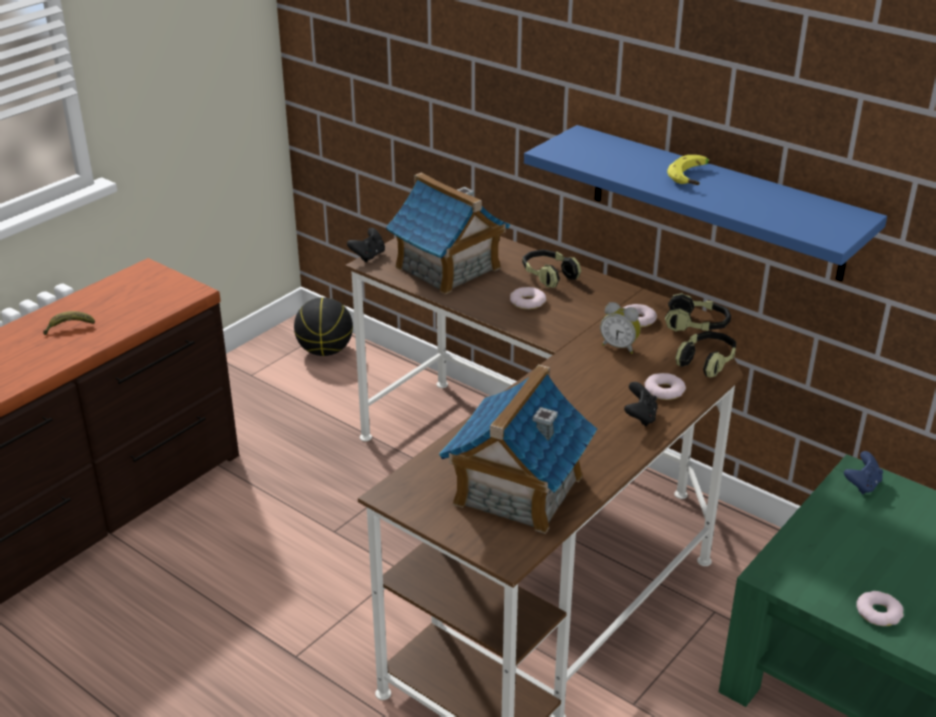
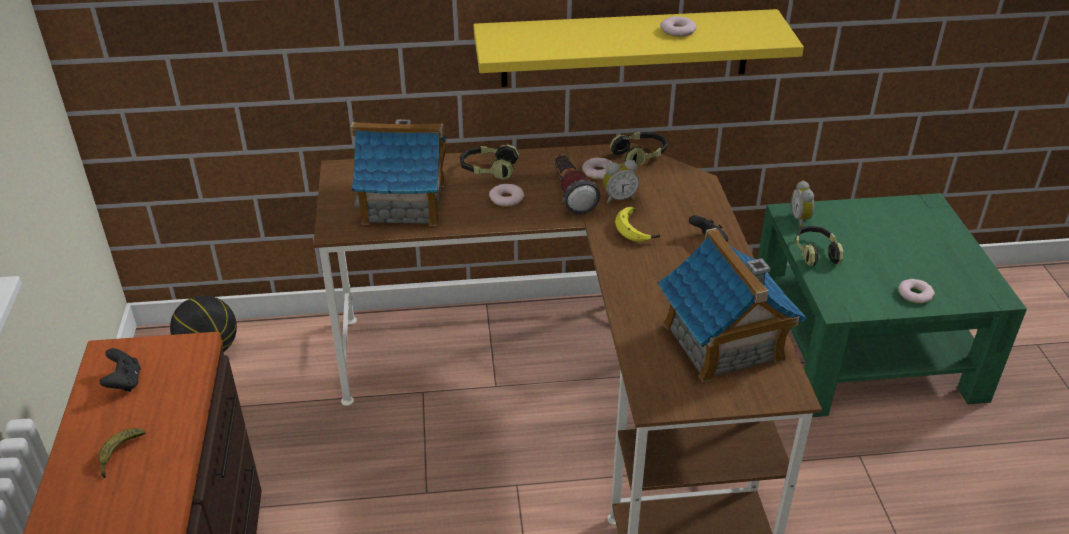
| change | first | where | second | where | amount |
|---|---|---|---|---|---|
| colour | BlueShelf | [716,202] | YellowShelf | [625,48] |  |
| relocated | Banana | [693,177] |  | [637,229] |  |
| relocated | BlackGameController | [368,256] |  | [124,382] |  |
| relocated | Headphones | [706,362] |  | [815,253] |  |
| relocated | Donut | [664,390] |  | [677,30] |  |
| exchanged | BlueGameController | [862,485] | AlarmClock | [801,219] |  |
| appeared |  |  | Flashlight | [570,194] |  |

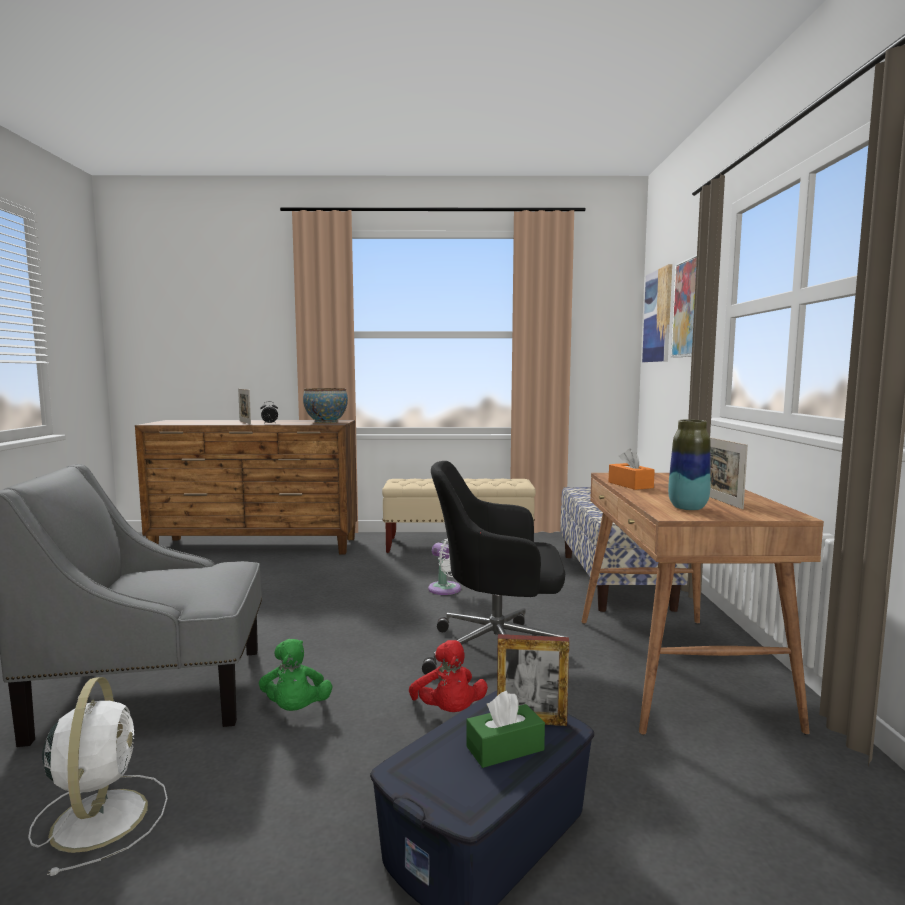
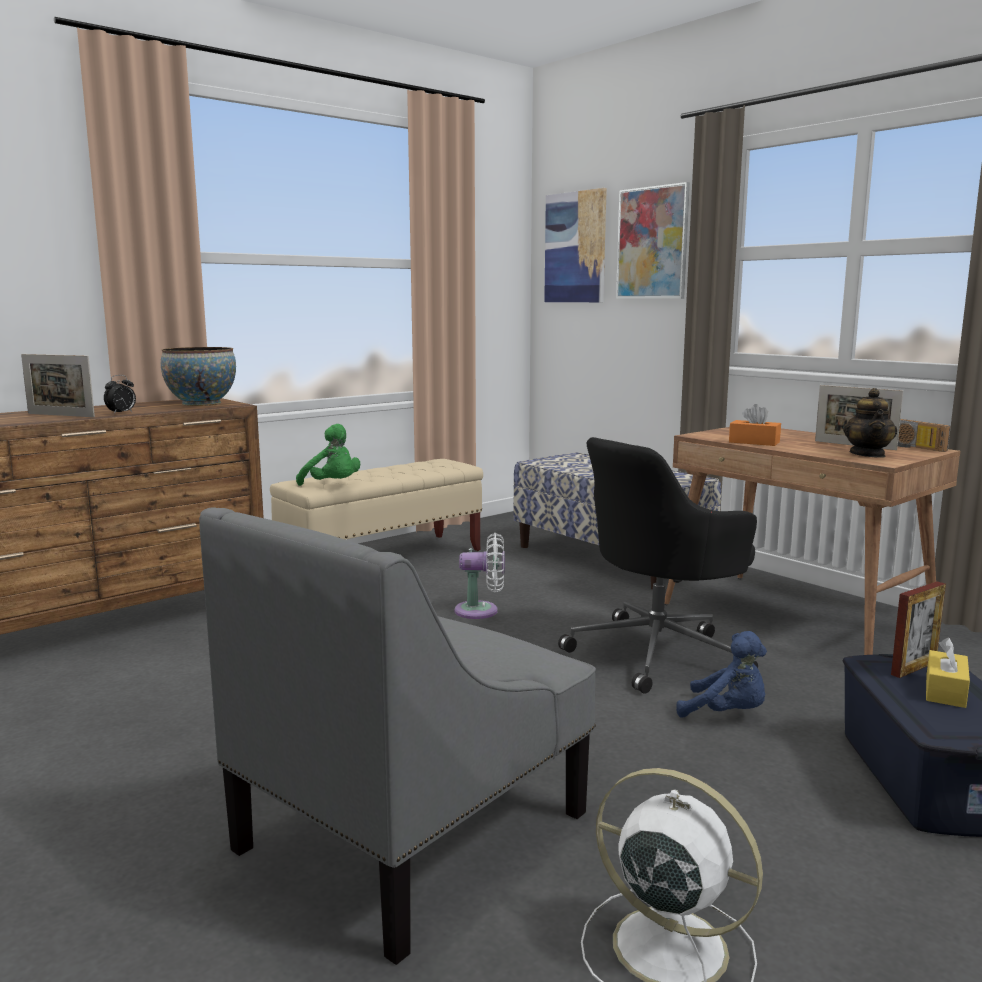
| change | first | where | second | where | amount |
|---|---|---|---|---|---|
| exchanged | Vase | [688,508] | Teapot | [868,455] |  |
| relocated | GreenPlushToy | [295,710] |  | [332,485] |  |
| colour | RedPlushToy | [448,712] | BluePlushToy | [727,714] |  |
| colour | GreenTissueBox | [505,748] | YellowTissueBox | [945,691] |  |
| appeared |  |  | Radio | [913,447] |  |

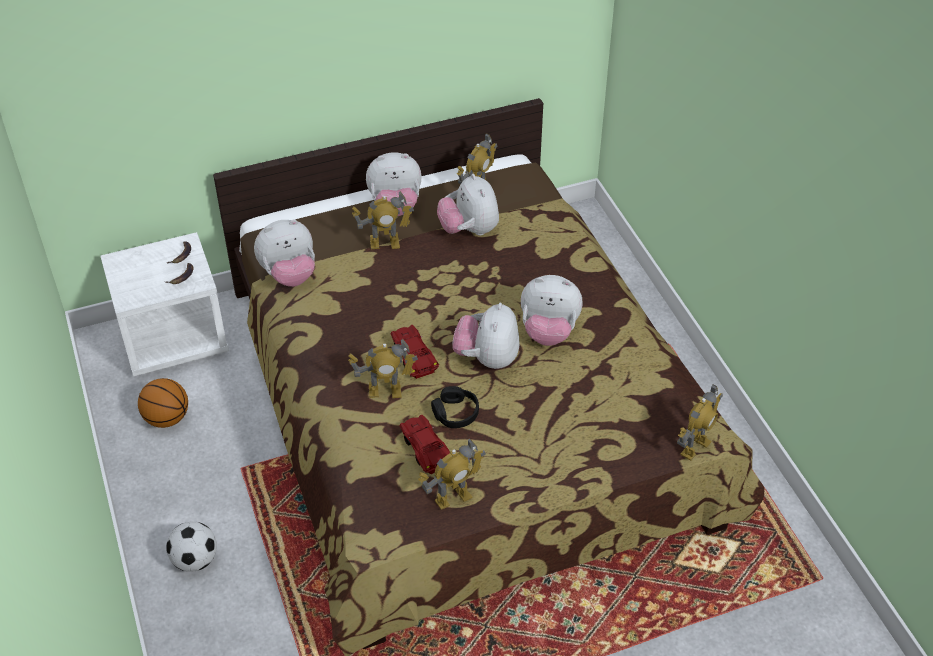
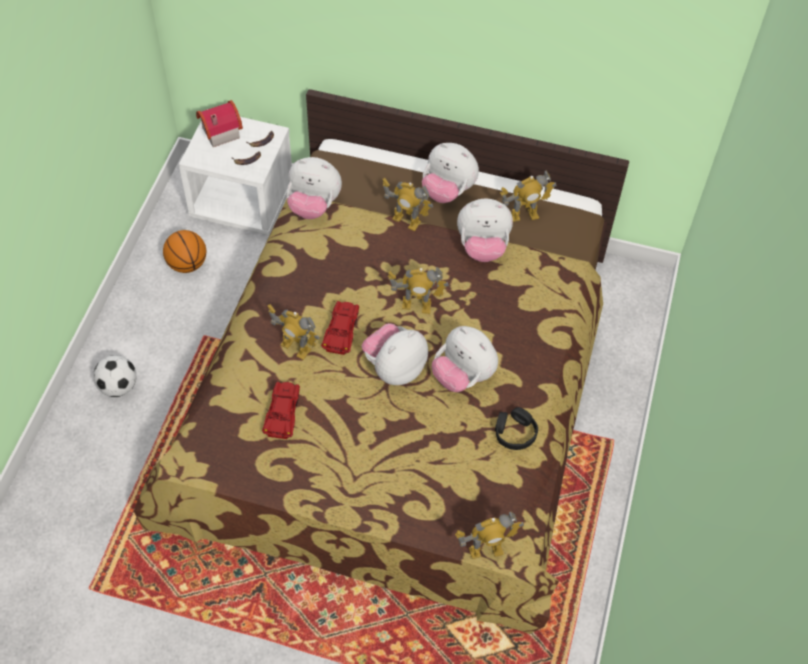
| change | first | where | second | where | amount |
|---|---|---|---|---|---|
| spun | PlushToy | [469,230] |  | [482,247] | 105 degrees counterclockwise |
| relocated | BlackHeadphones | [455,413] |  | [515,433] |  |
| relocated | ToyRobot | [453,498] |  | [416,306] |  |
| appeared |  |  | ToyHouse | [219,131] |  |

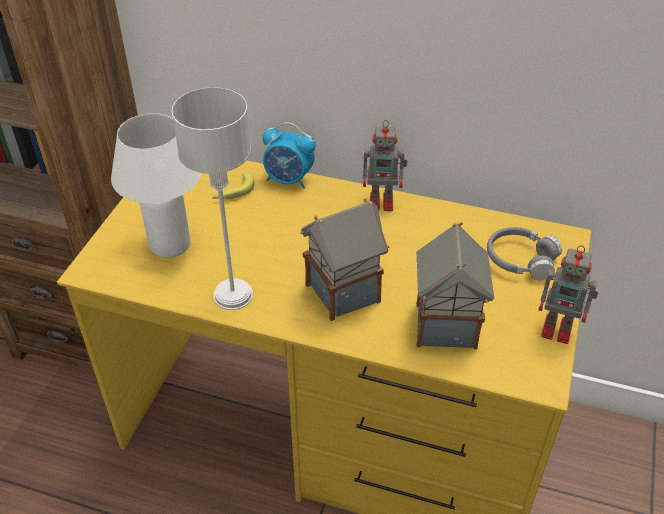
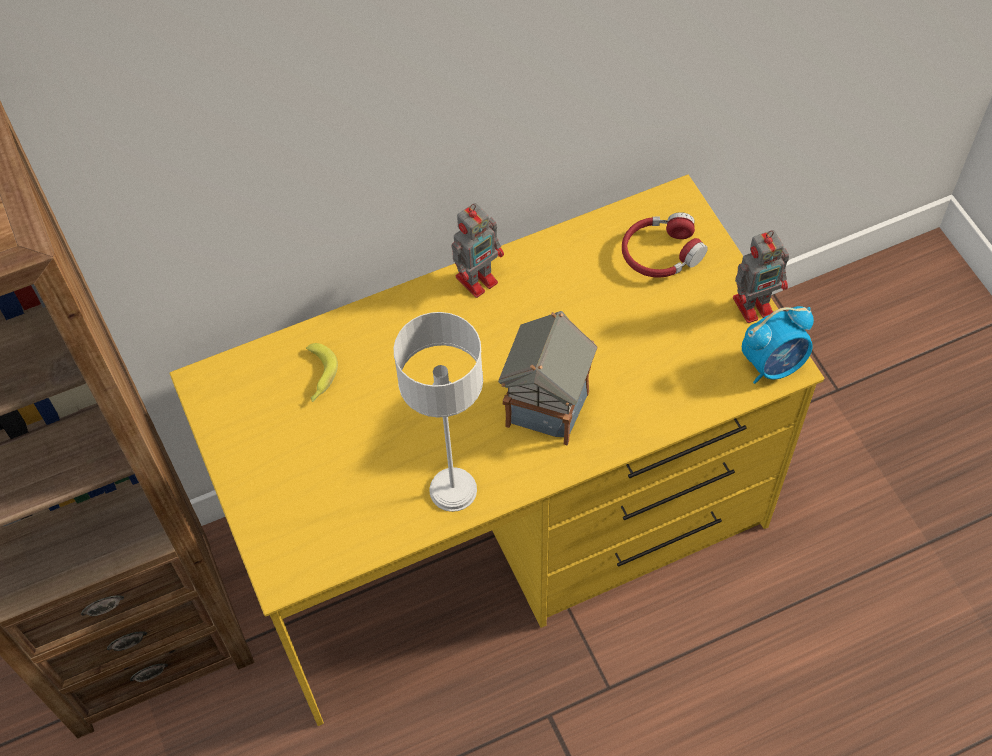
| change | first | where | second | where | amount |
|---|---|---|---|---|---|
| missing | WhiteTableLamp | [170,245] |  |  |  |
| relocated | AlarmClock | [289,180] |  | [773,365] |  |
| missing | ToyHouse | [446,327] |  |  |  |
| colour | GreyHeadphones | [520,260] | RedHeadphones | [661,254] |  |

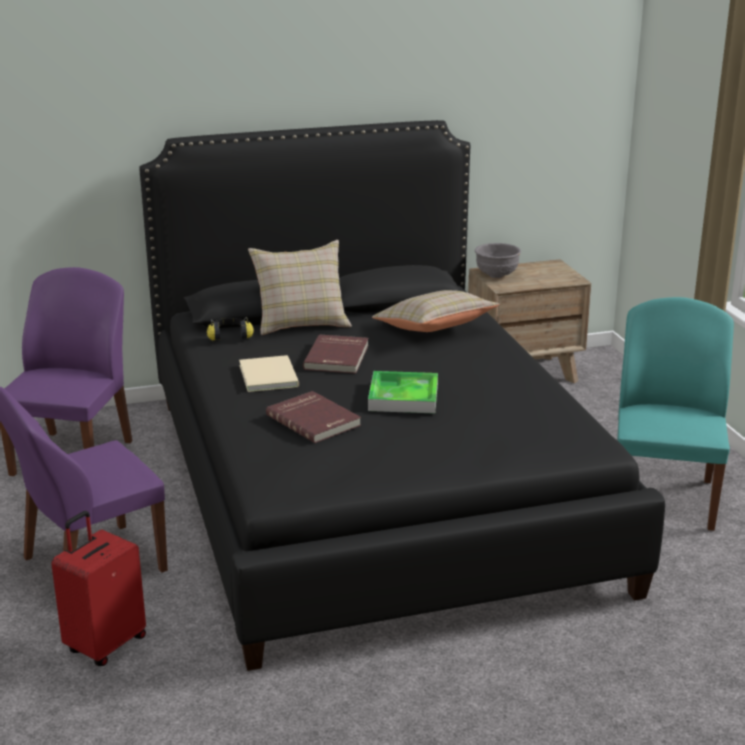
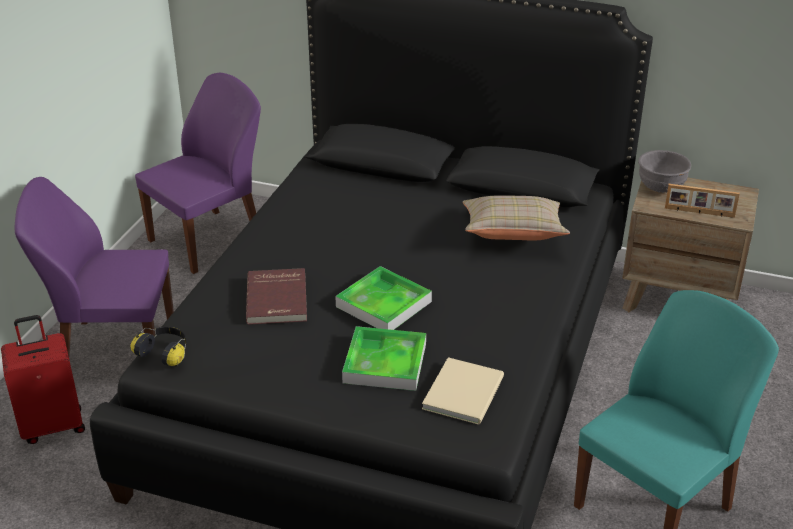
| change | first | where | second | where | amount |
|---|---|---|---|---|---|
| missing | BeigePillow | [301,323] |  |  |  |
| relocated | Headphones | [230,337] |  | [164,353] |  |
| missing | RedBook | [338,357] |  |  |  |
| relocated | BeigeBook | [270,375] |  | [466,392] |  |
| appeared |  |  | PictureFrame | [699,212] |  |
| appeared |  |  | Tray | [385,363] |  |

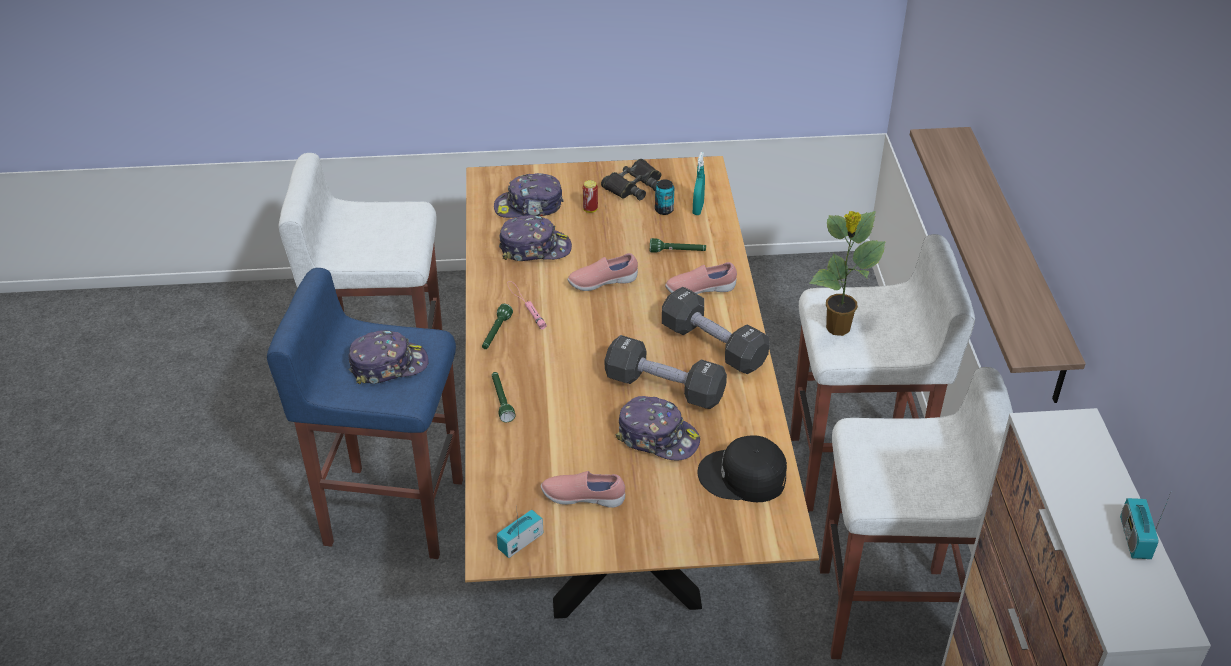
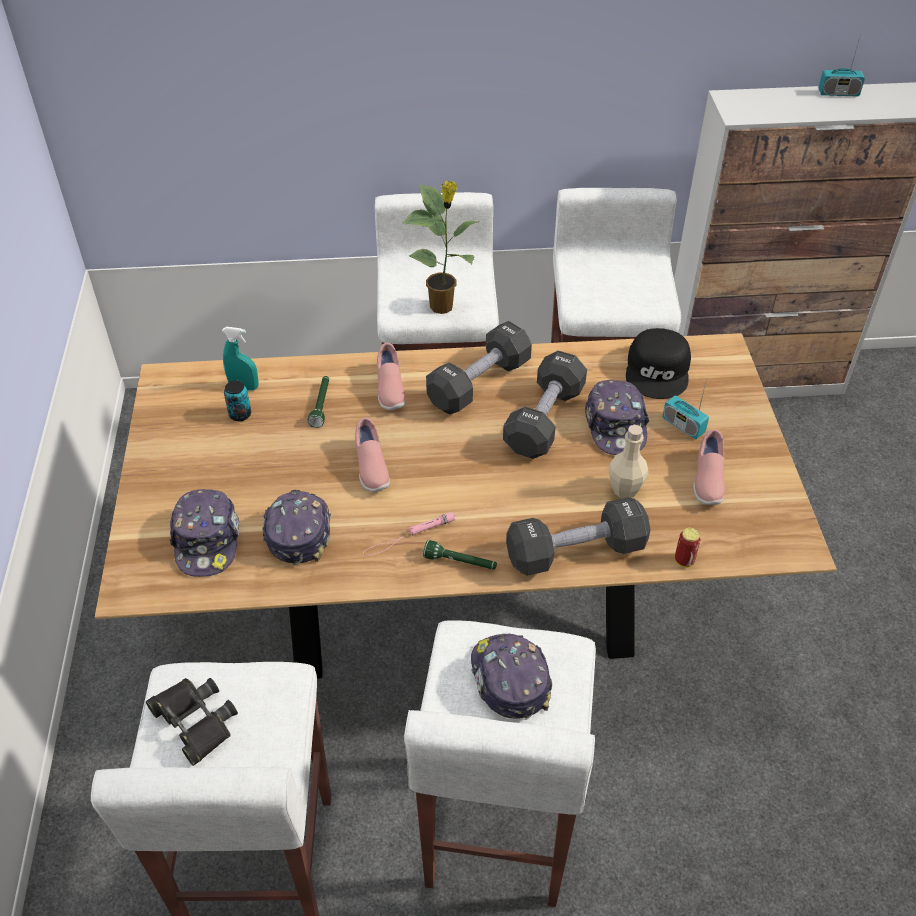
| change | first | where | second | where | amount |
|---|---|---|---|---|---|
| missing | Shelf | [1014,263] |  |  |  |
| relocated | BlackBinoculars | [634,186] |  | [195,721] |  |
| relocated | Can | [590,210] |  | [684,561] |  |
| colour | BlueStool | [392,510] | WhiteStool | [496,830] |  |
| exchanged | GreenFlashlight | [501,400] | BlackDumbbell | [575,551] |  |
| spun | Cap | [657,437] |  | [616,426] | 150 degrees clockwise |
| relocated | Radio | [520,542] |  | [683,426] |  |
| appeared |  |  | BeigeBottle | [625,490] |  |

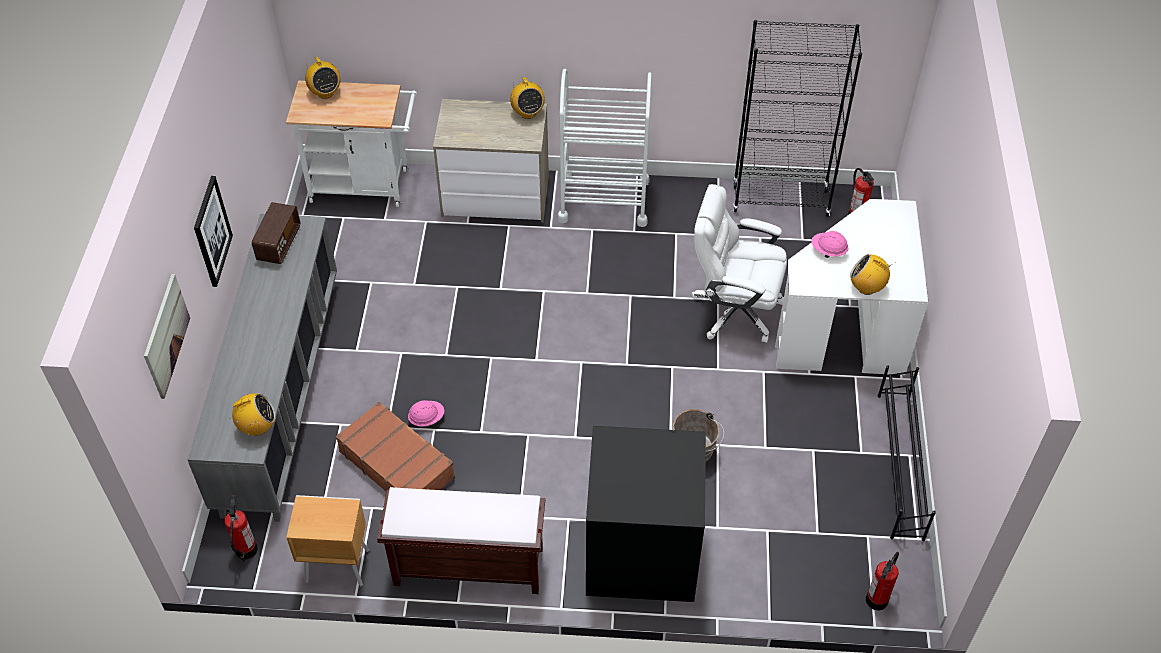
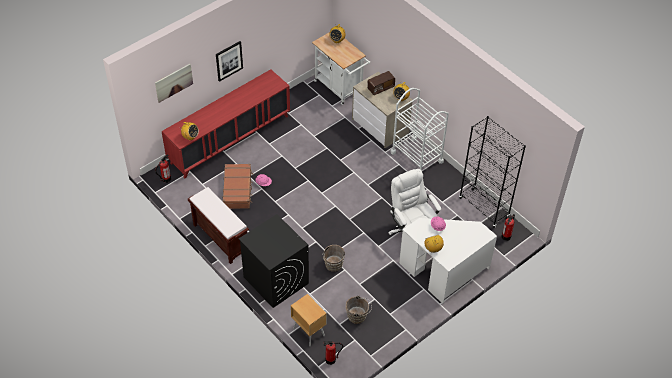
| change | first | where | second | where | amount |
|---|---|---|---|---|---|
| relocated | Radio | [279,244] |  | [380,88] |  |
| colour | GreyCabinet | [280,395] | RedCabinet | [229,139] |  |
| missing | BlackShoeRack | [899,465] |  |  |  |
| relocated | BrownNightstand | [336,565] |  | [308,331] |  |
| appeared |  |  | BrownBucket | [358,316] |  |

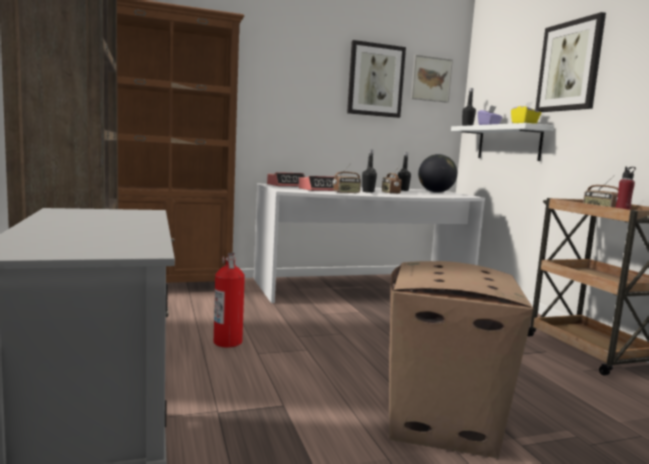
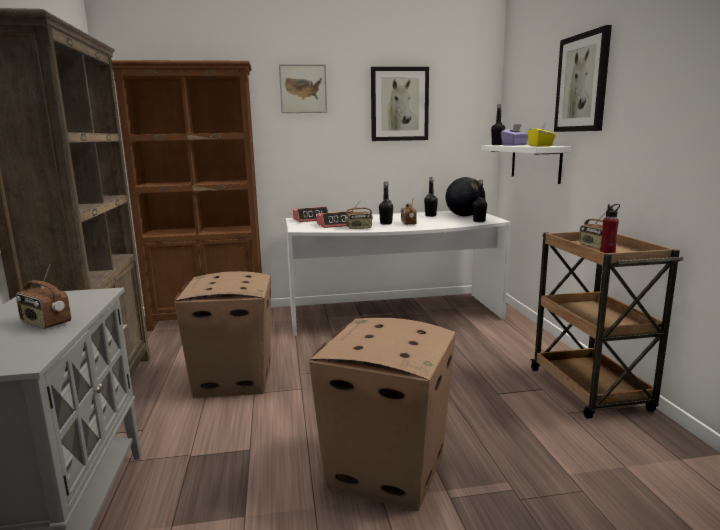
| change | first | where | second | where | amount |
|---|---|---|---|---|---|
| relocated | Picture | [431,79] |  | [303,89] |  |
| exchanged | FireExtinguisher | [228,342] | CardboardBox | [233,381] |  |
| appeared |  |  | BlackBottle | [479,221] |  |
| appeared |  |  | Radio | [45,323] |  |

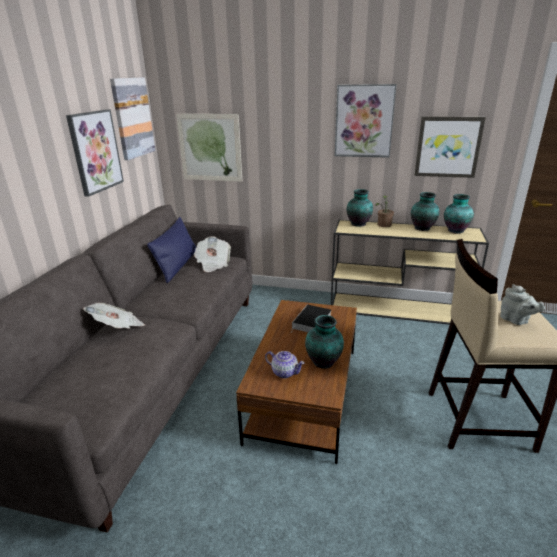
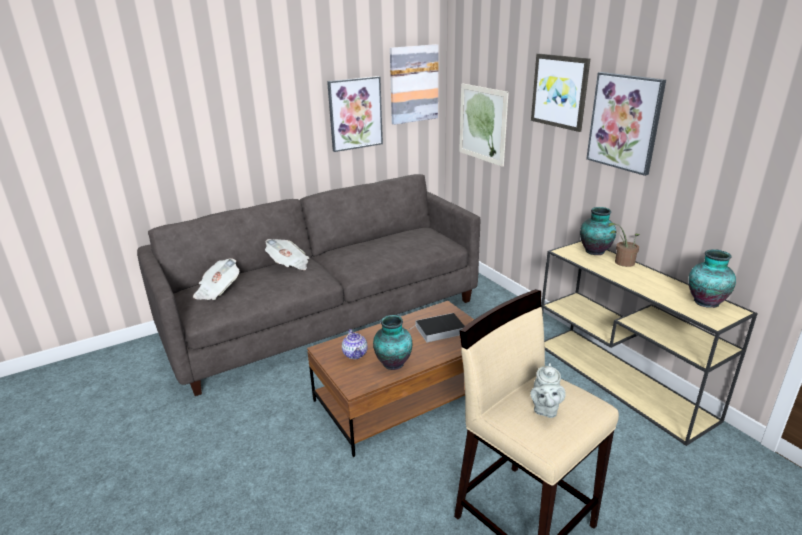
| change | first | where | second | where | amount |
|---|---|---|---|---|---|
| relocated | Picture | [448,147] |  | [560,91] |  |
| missing | Vase | [423,228] |  |  |  |
| missing | BluePillow | [177,265] |  |  |  |
| relocated | Newspaper | [213,264] |  | [217,291] |  |

